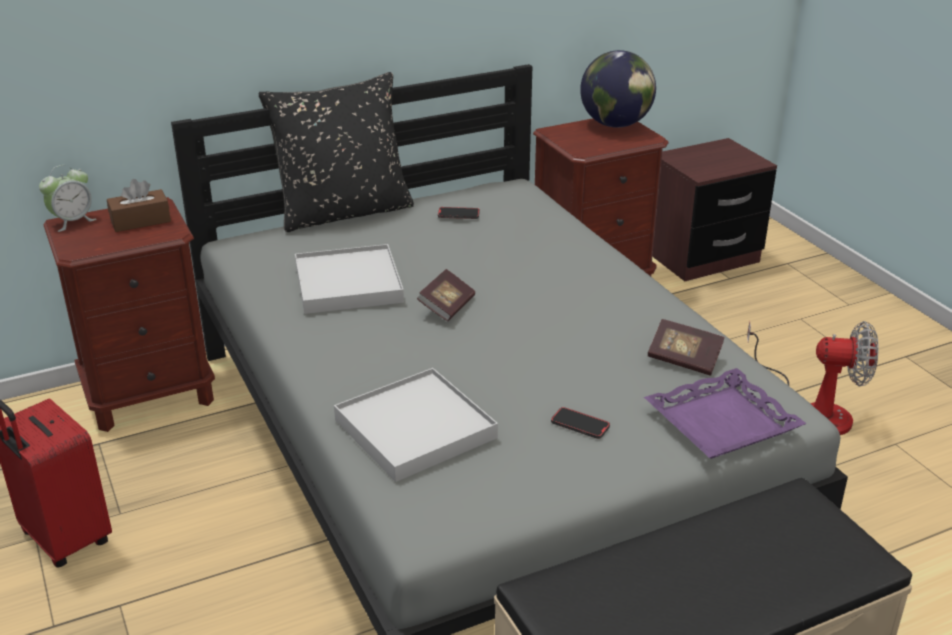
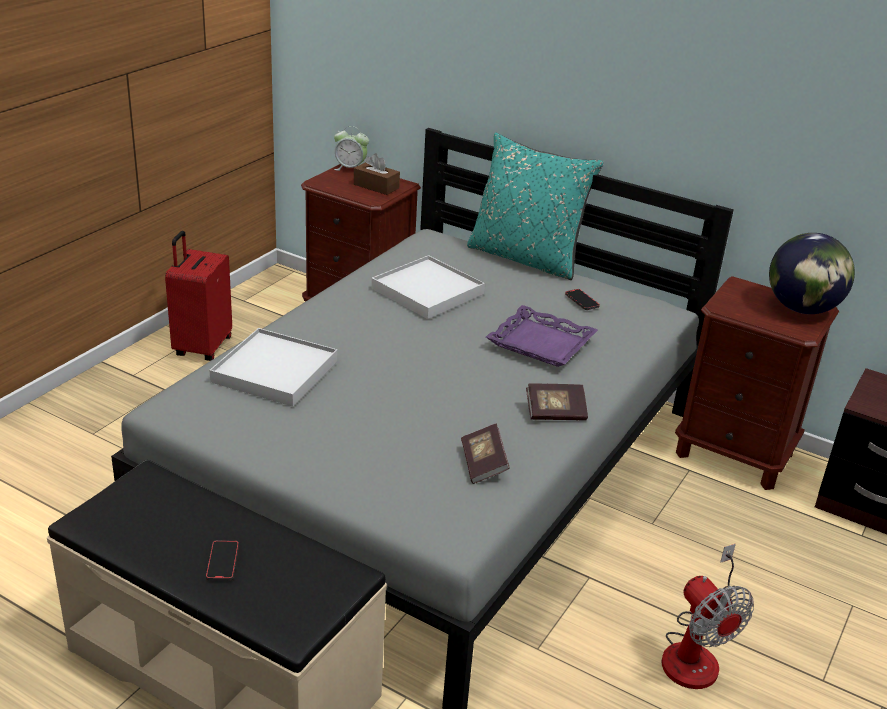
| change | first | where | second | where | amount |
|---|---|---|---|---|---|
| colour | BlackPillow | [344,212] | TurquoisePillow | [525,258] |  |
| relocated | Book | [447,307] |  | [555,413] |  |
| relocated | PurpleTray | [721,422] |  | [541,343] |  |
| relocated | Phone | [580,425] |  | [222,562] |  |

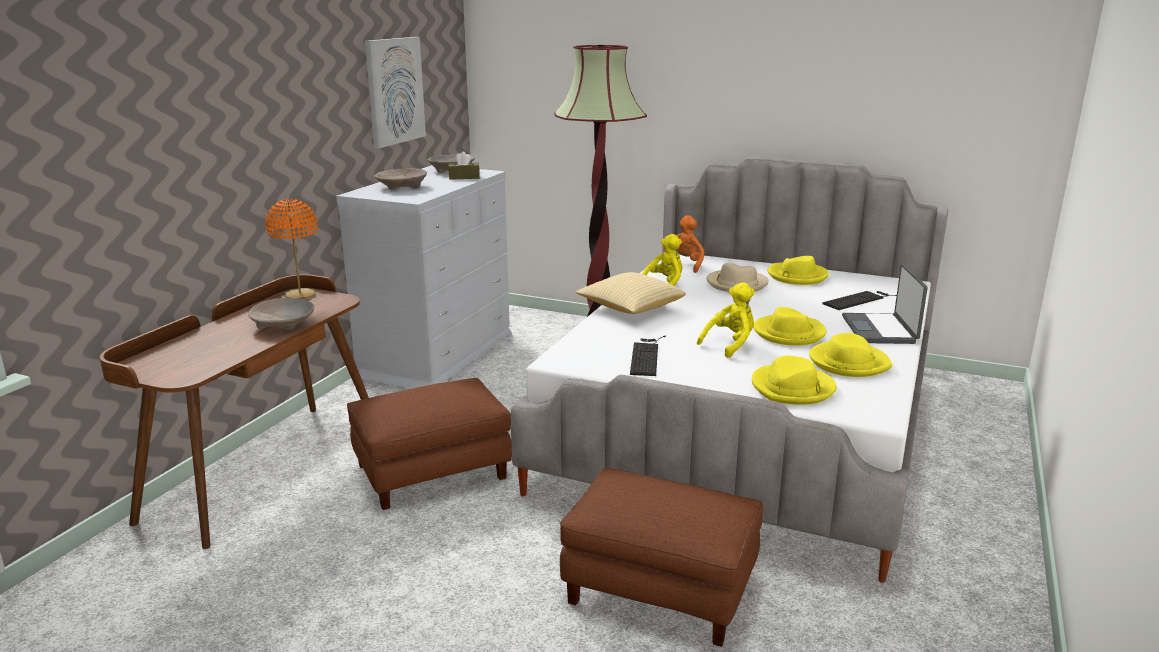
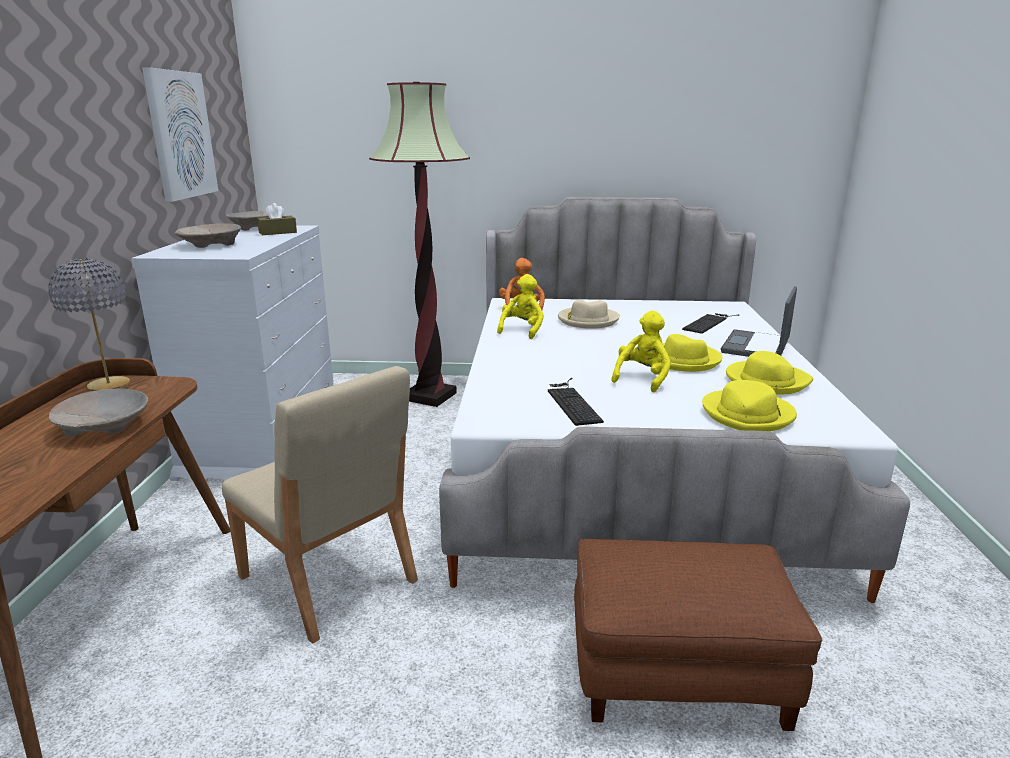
| change | first | where | second | where | amount |
|---|---|---|---|---|---|
| colour | OrangeTableLamp | [300,295] | GreyTableLamp | [109,385] |  |
| missing | YellowHat | [796,276] |  |  |  |
| spun | Laptop | [880,330] |  | [757,347] | 45 degrees clockwise |
| missing | Pillow | [630,308] |  |  |  |
| exchanged | BrownOttoman | [431,472] | BeigeChair | [328,580] |  |

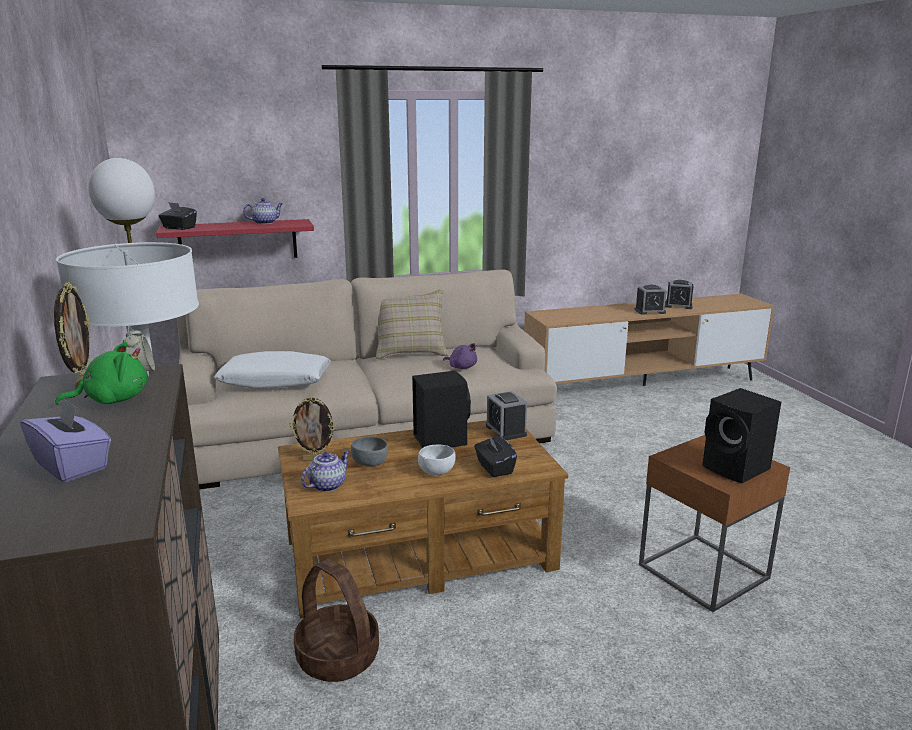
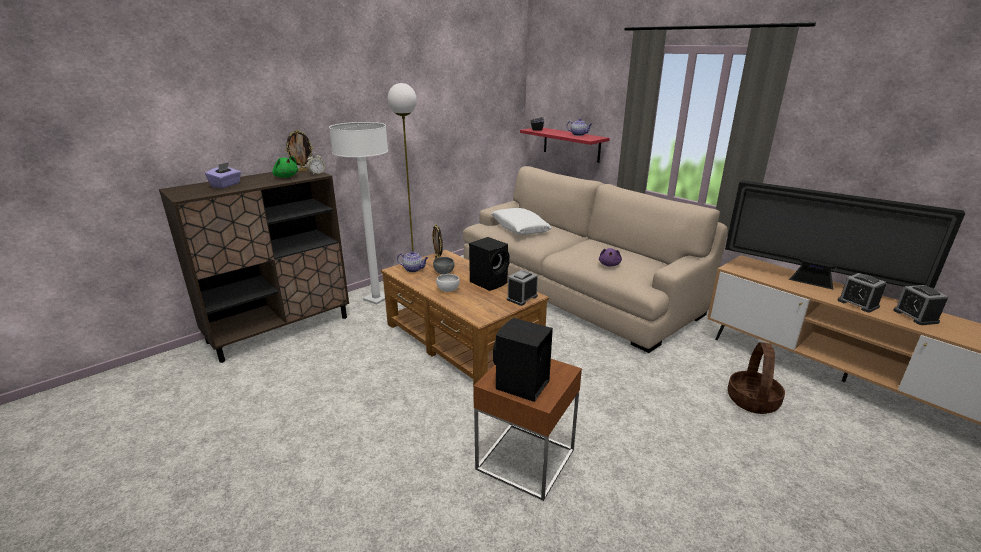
| change | first | where | second | where | amount |
|---|---|---|---|---|---|
| missing | BeigePillow | [410,352] |  |  |  |
| missing | BlackTissueBox | [494,468] |  |  |  |
| relocated | Basket | [337,657] |  | [752,400] |  |
| appeared |  |  | Television | [814,283] |  |

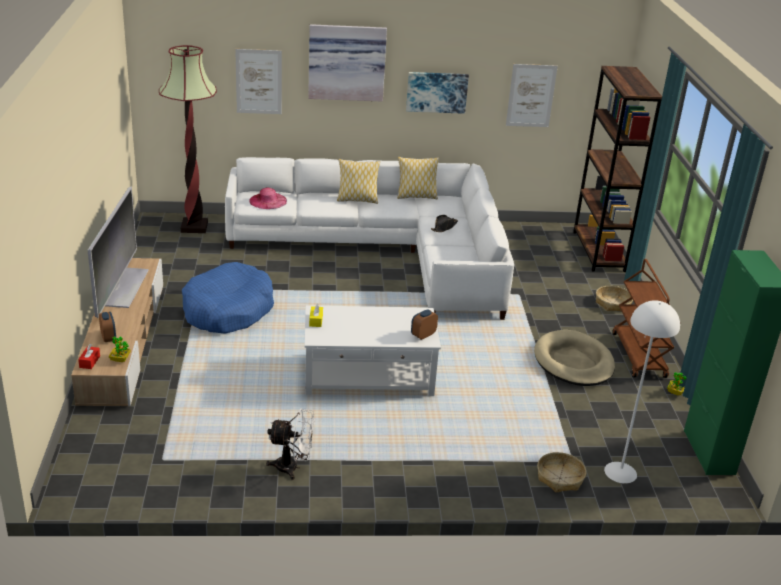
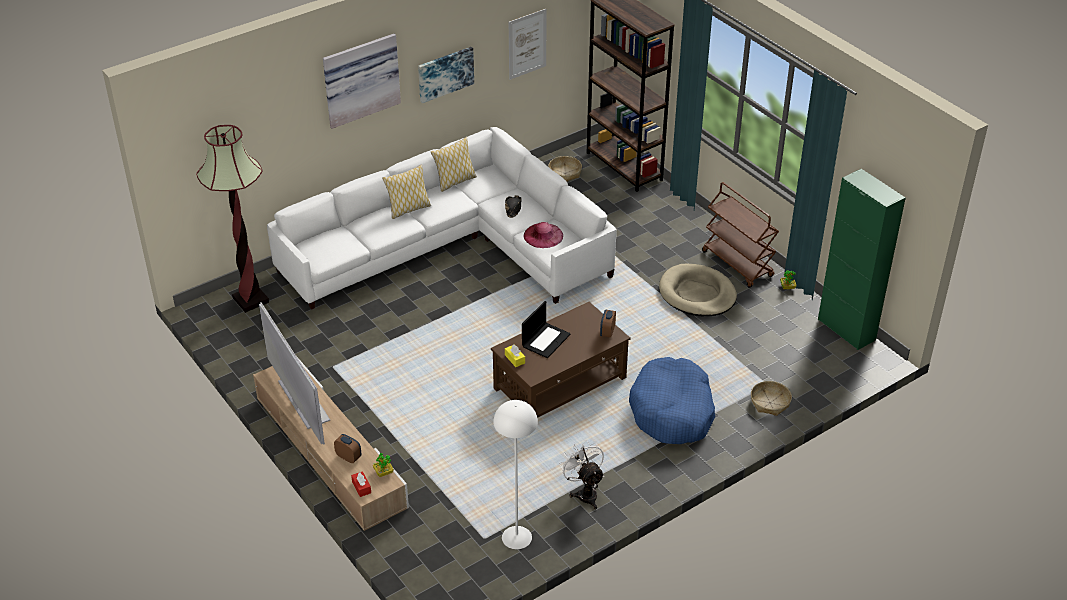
| change | first | where | second | where | amount |
|---|---|---|---|---|---|
| missing | Picture | [259,81] |  |  |  |
| relocated | PinkHat | [268,201] |  | [543,235] |  |
| relocated | BlueDogBed | [228,310] |  | [672,411] |  |
| relocated | Basket | [613,303] |  | [565,173] |  |
| relocated | WhiteFloorLamp | [620,472] |  | [517,537] |  |
| colour | WhiteCoffeeTable | [369,375] | BrownCoffeeTable | [561,383] |  |
| spun | WhiteFan | [292,467] |  | [584,493] | 90 degrees counterclockwise |
| appeared |  |  | Laptop | [546,340] |  |

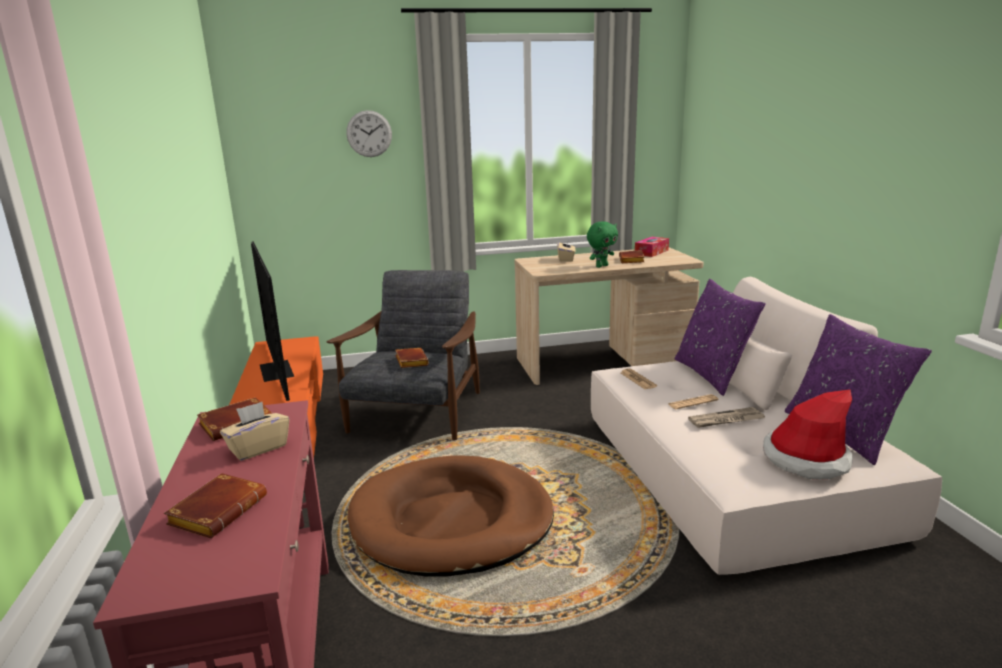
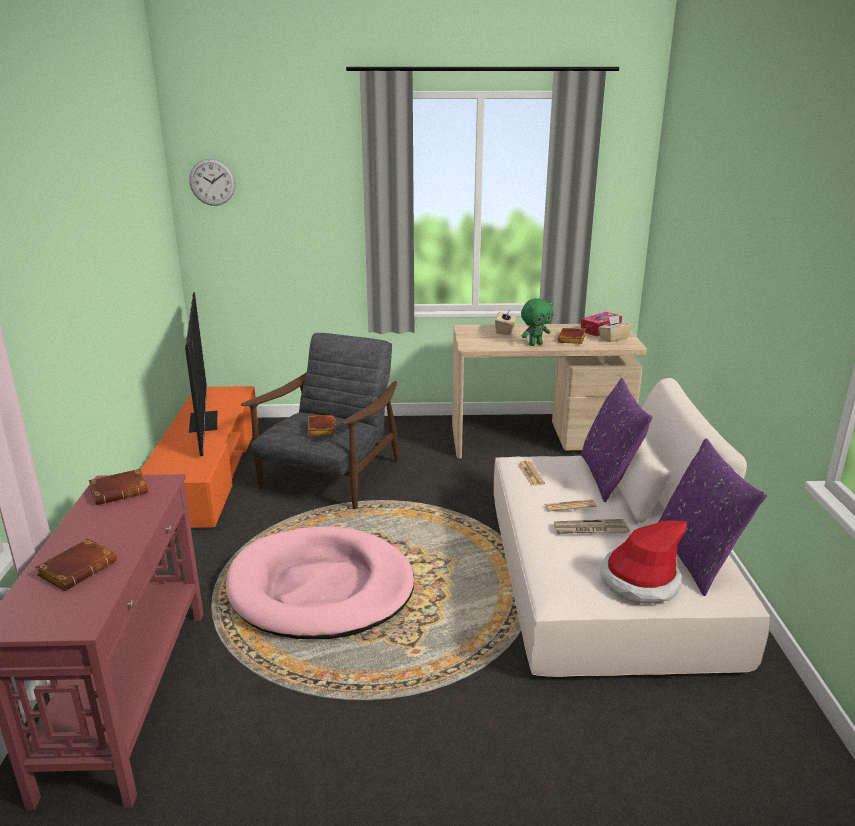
| change | first | where | second | where | amount |
|---|---|---|---|---|---|
| relocated | WallClock | [369,134] |  | [212,182] |  |
| relocated | BeigeTissueBox | [258,448] |  | [613,338] |  |
| colour | BrownDogBed | [451,521] | PinkDogBed | [321,588] |  |

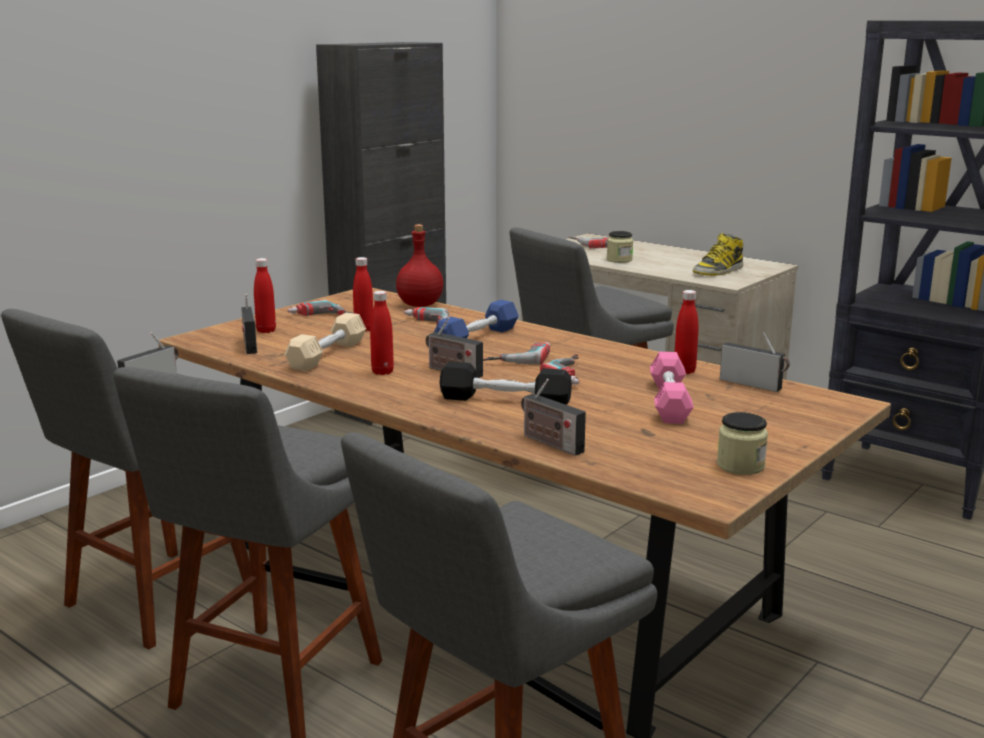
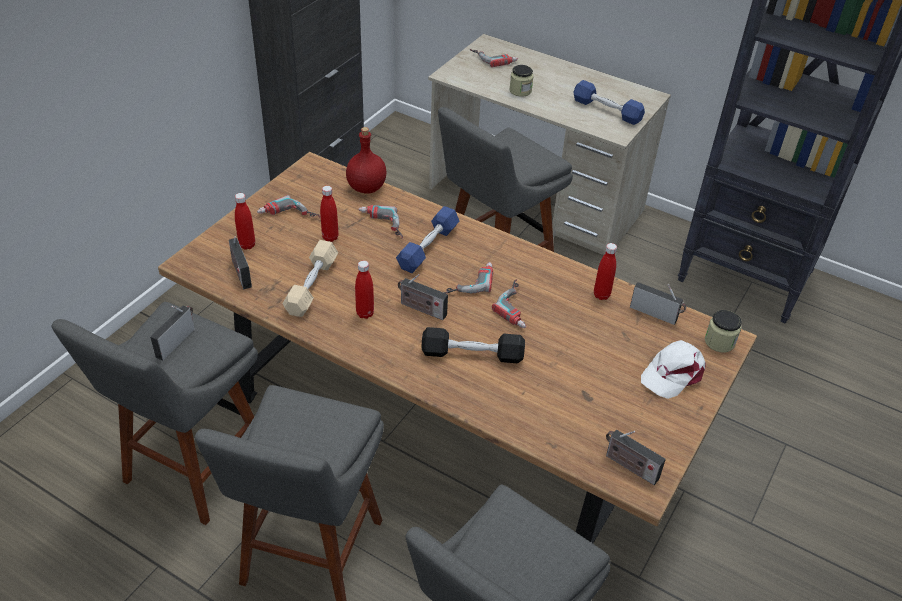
| change | first | where | second | where | amount |
|---|---|---|---|---|---|
| exchanged | Boot | [718,271] | BlueDumbbell | [606,110] |  |
| missing | PinkDumbbell | [669,401] |  |  |  |
| relocated | Radio | [549,443] |  | [629,466] |  |
| relocated | Jar | [740,466] |  | [719,342] |  |
| appeared |  |  | WhiteCap | [673,373] |  |

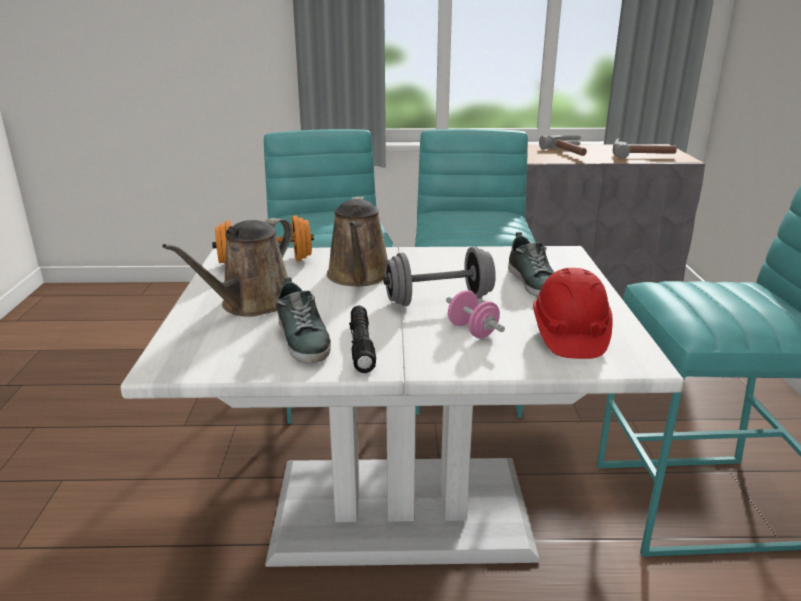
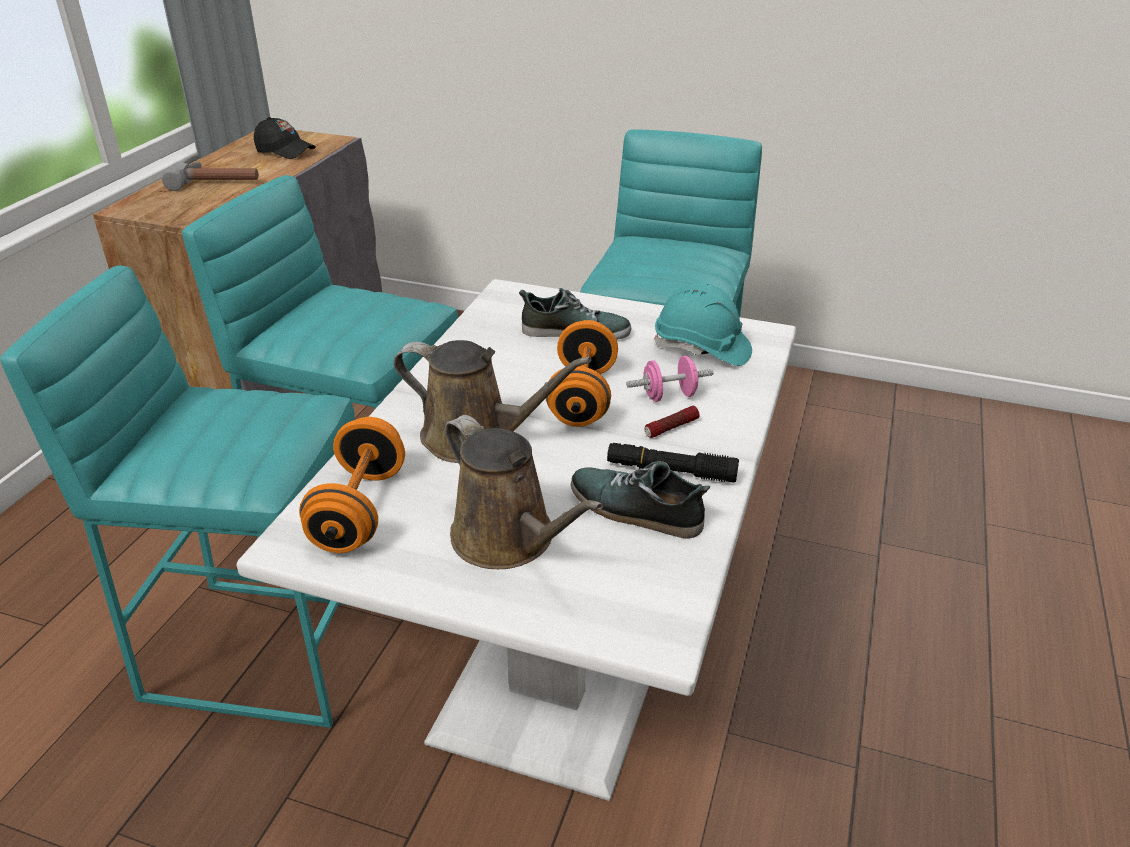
| change | first | where | second | where | amount |
|---|---|---|---|---|---|
| exchanged | Hammer | [641,154] | BlackCap | [285,151] |  |
| colour | GreyDumbbell | [438,299] | OrangeDumbbell | [582,397] |  |
| colour | RedHardHat | [569,335] | TurquoiseHardHat | [702,348] |  |
| spun | Shoe | [303,339] |  | [635,510] | 150 degrees counterclockwise |
| appeared |  |  | Flashlight | [671,428] |  |

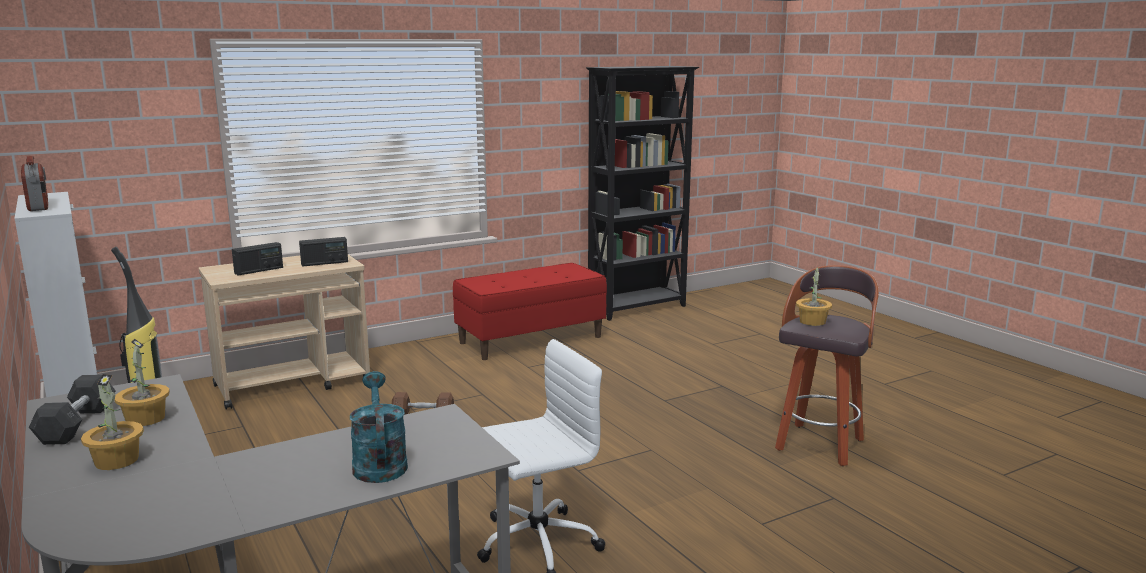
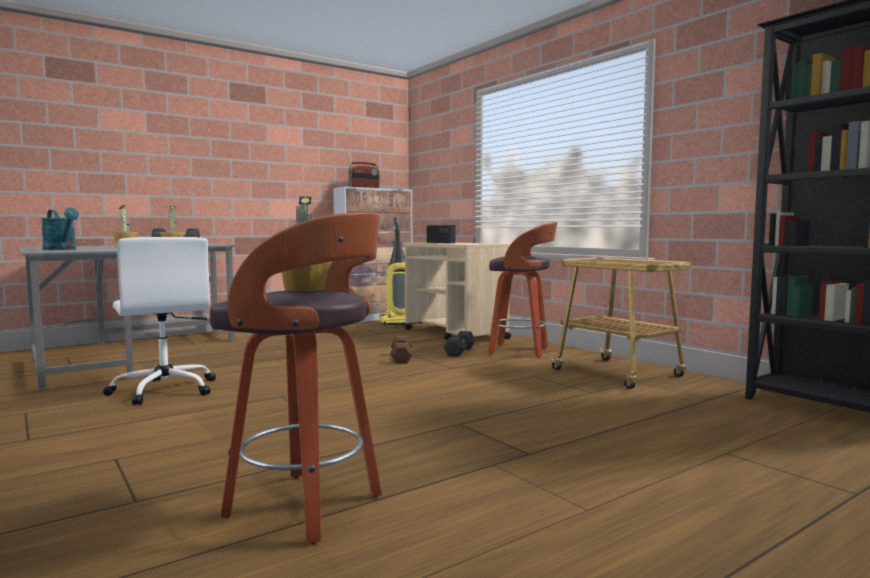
| change | first | where | second | where | amount |
|---|---|---|---|---|---|
| missing | Radio | [324,263] |  |  |  |
| exchanged | RedBench | [531,340] | Cart | [619,373] |  |
| spun | TurquoiseWateringCan | [379,463] |  | [62,249] | 60 degrees clockwise |
| appeared |  |  | Stool | [520,351] |  |
| appeared |  |  | GreyDumbbell | [460,352] |  |

